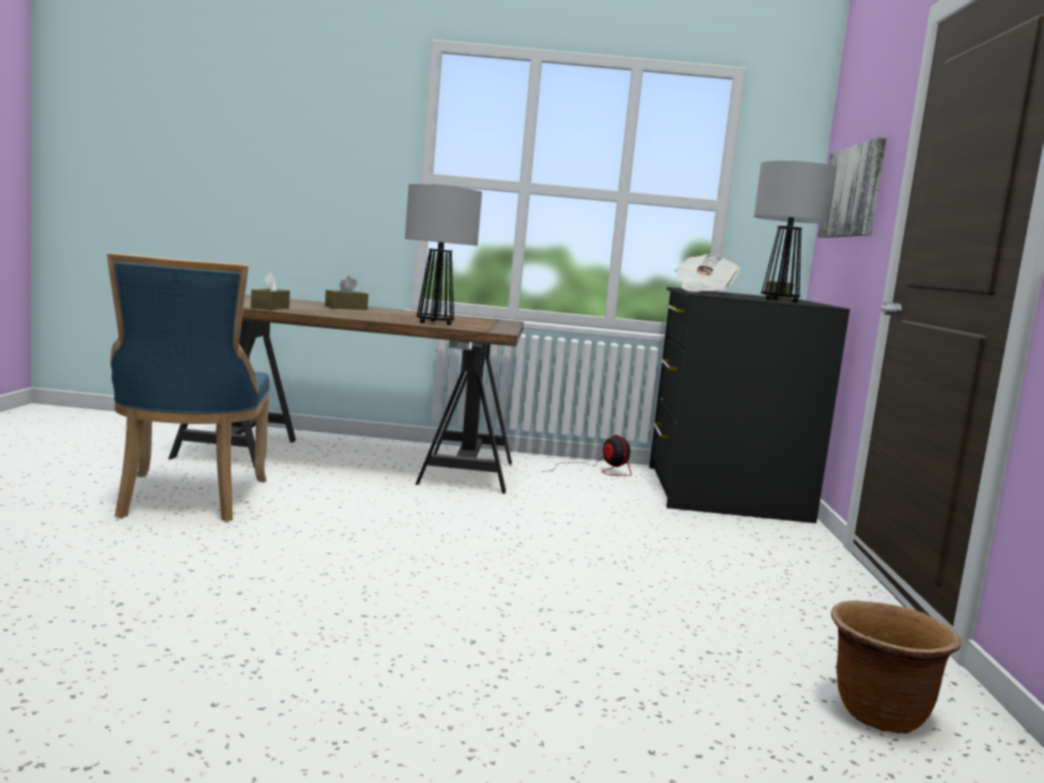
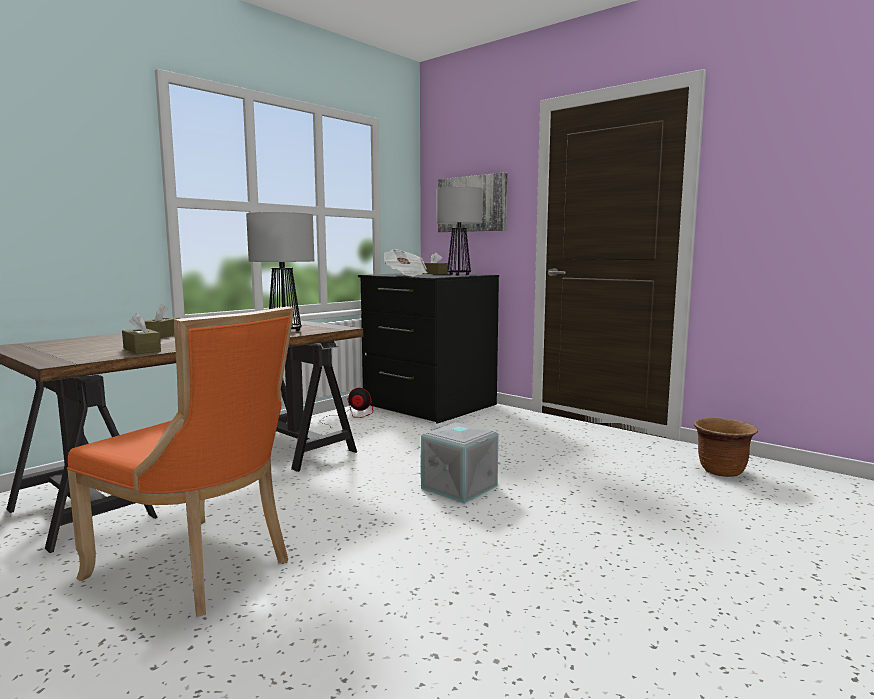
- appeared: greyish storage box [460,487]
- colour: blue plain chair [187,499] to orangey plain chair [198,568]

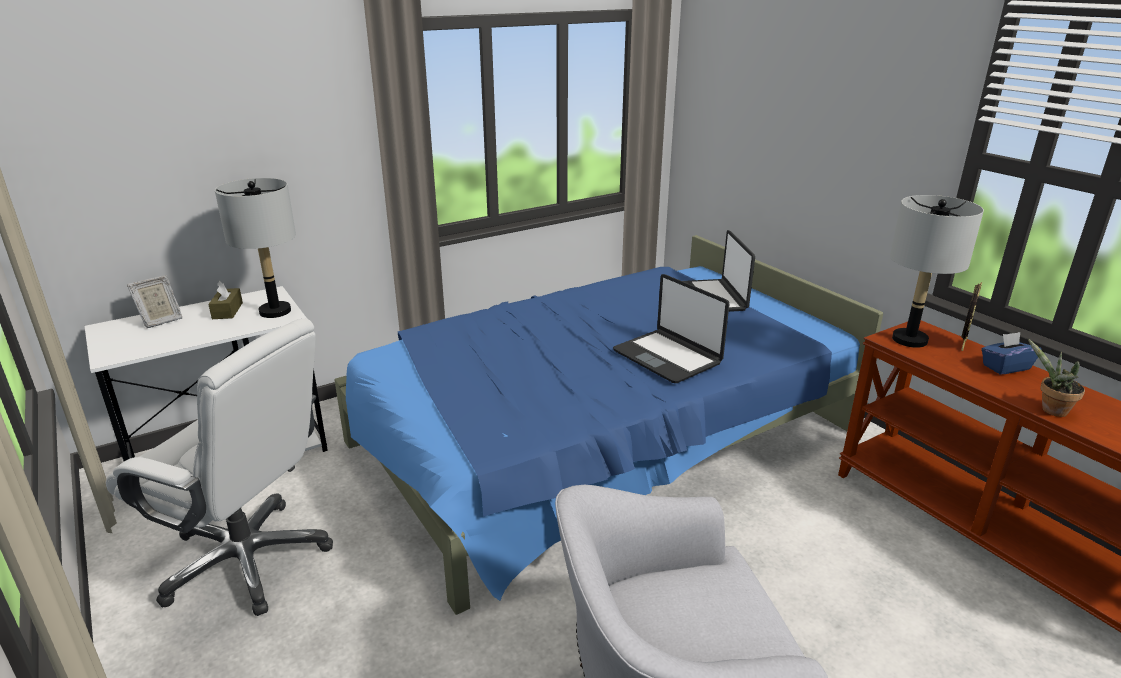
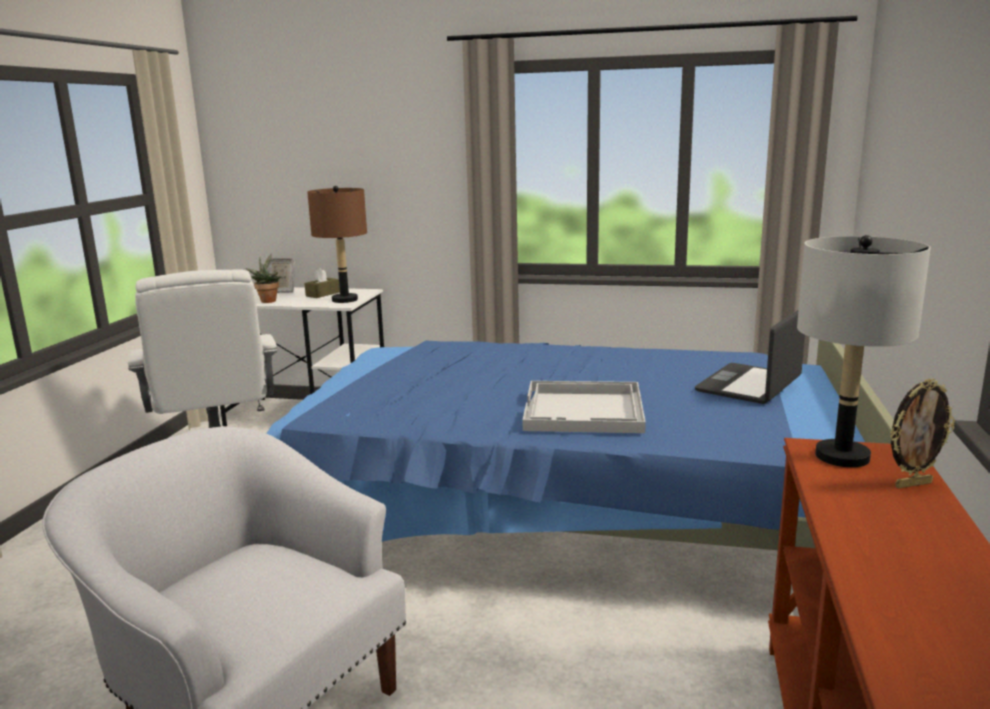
- missing: blue box of tissues [1005,367]
- relocated: potted plant [1050,410] to [268,301]
- exchanged: laptop [667,357] to white serving tray [584,410]
- colour: greyish lamp for a table [275,311] to brown lamp for a table [345,300]

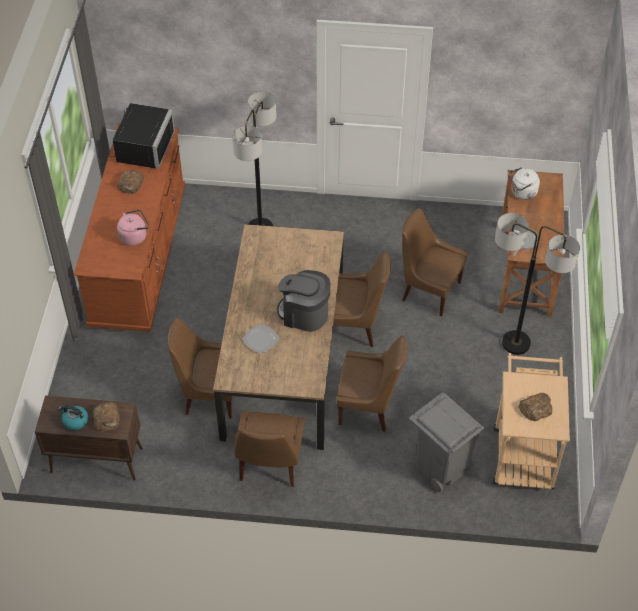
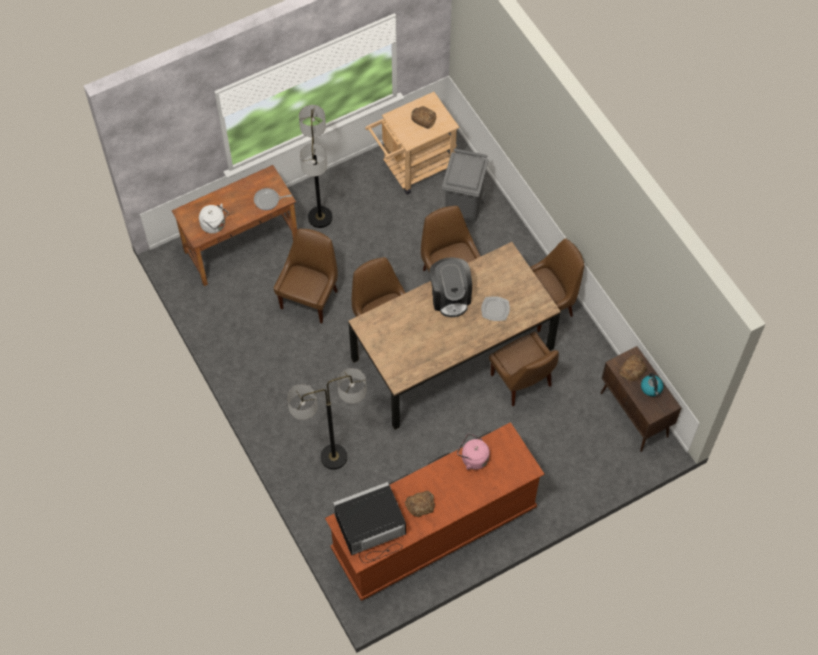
- spun: brown plain chair [429,290] = [310,298] 150 degrees counterclockwise

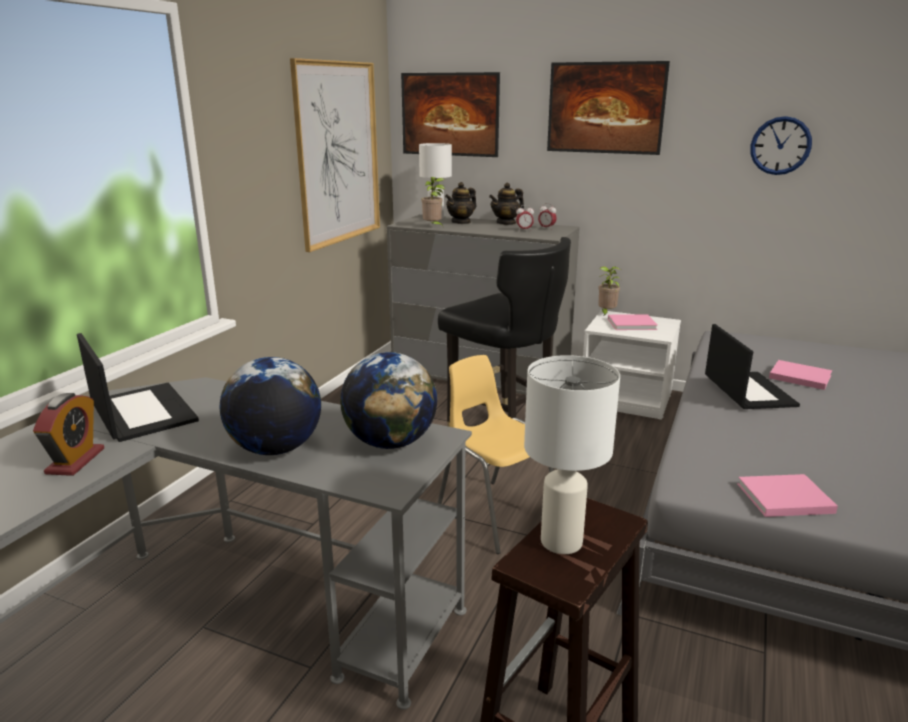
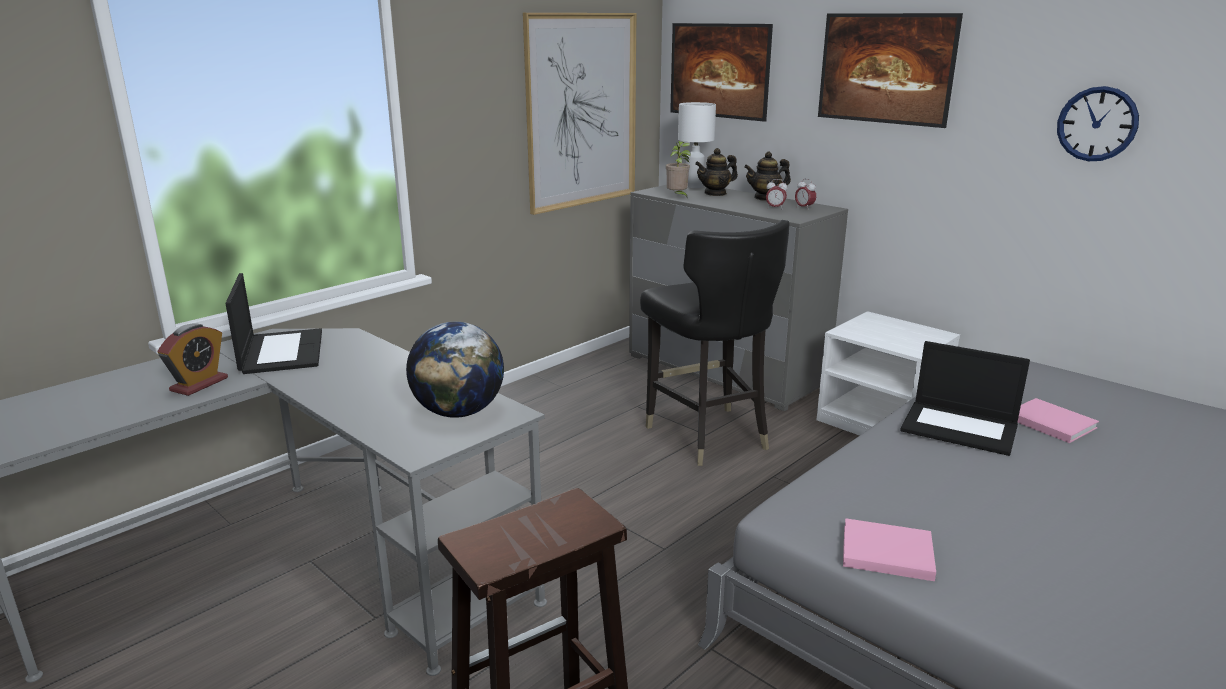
- missing: world globe [275,449]
- missing: yellow-coloured plain chair [495,514]
- missing: white lamp for a table [562,541]
- missing: potted plant [606,313]
- missing: pink-coloured bound book [633,324]
- spun: laptop [747,390] = [960,428] 105 degrees clockwise

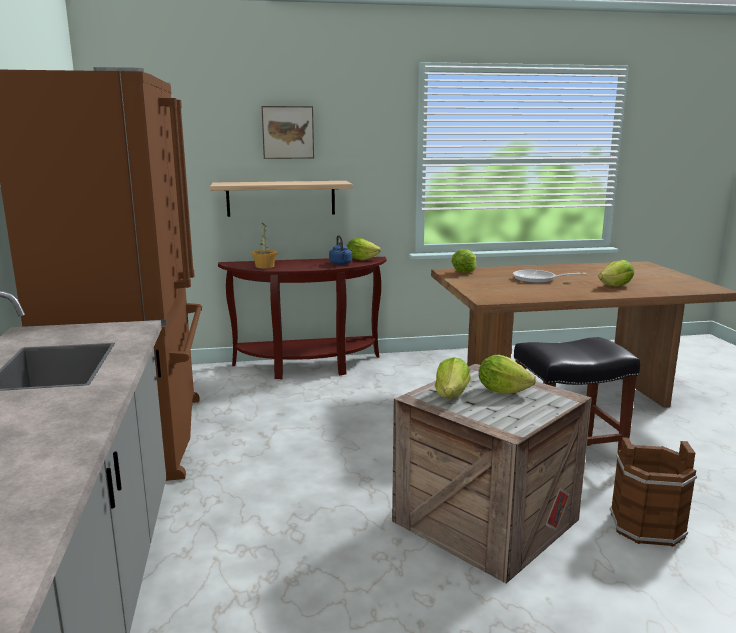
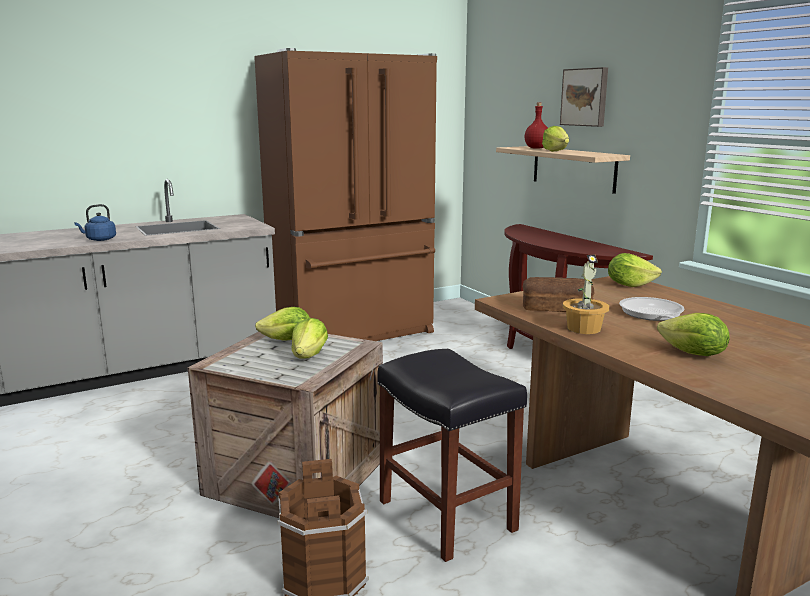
- appeared: baked bread [555,307]
- appeared: red beverage bottle [537,148]
- relocated: potted plant [264,266] to [583,328]
- relocated: blue kettle [341,264] to [99,239]
- relocated: lettuce head [361,259] to [555,151]

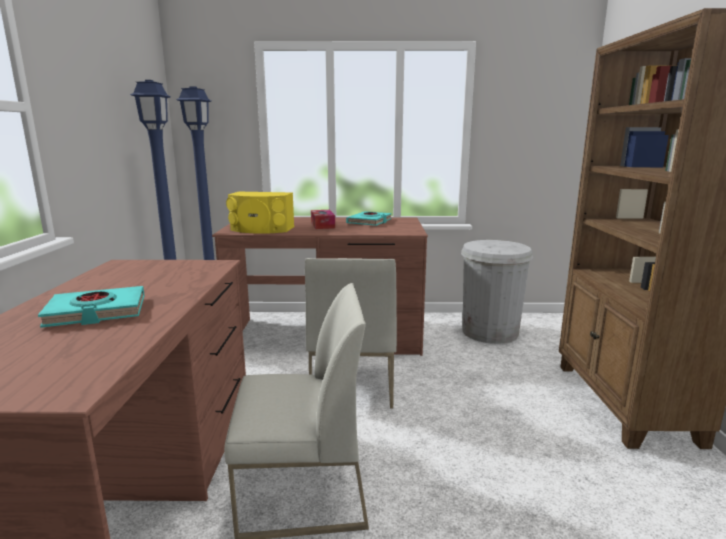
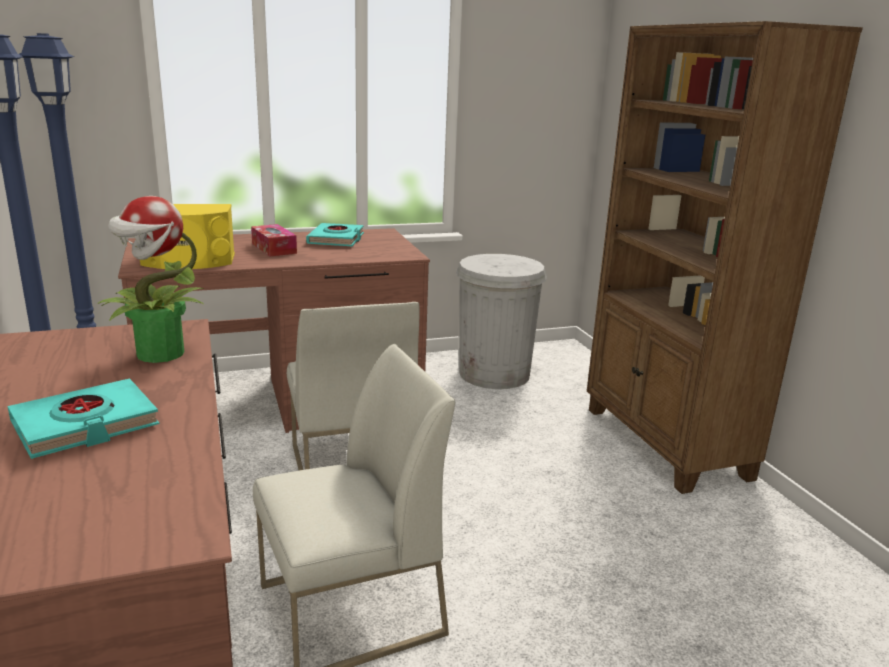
- appeared: potted plant [159,354]

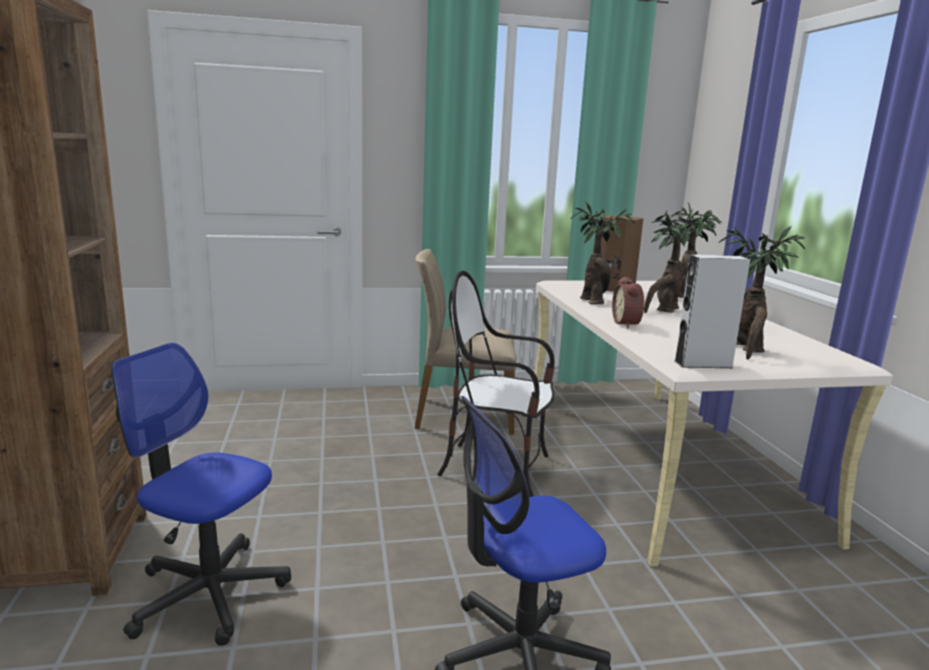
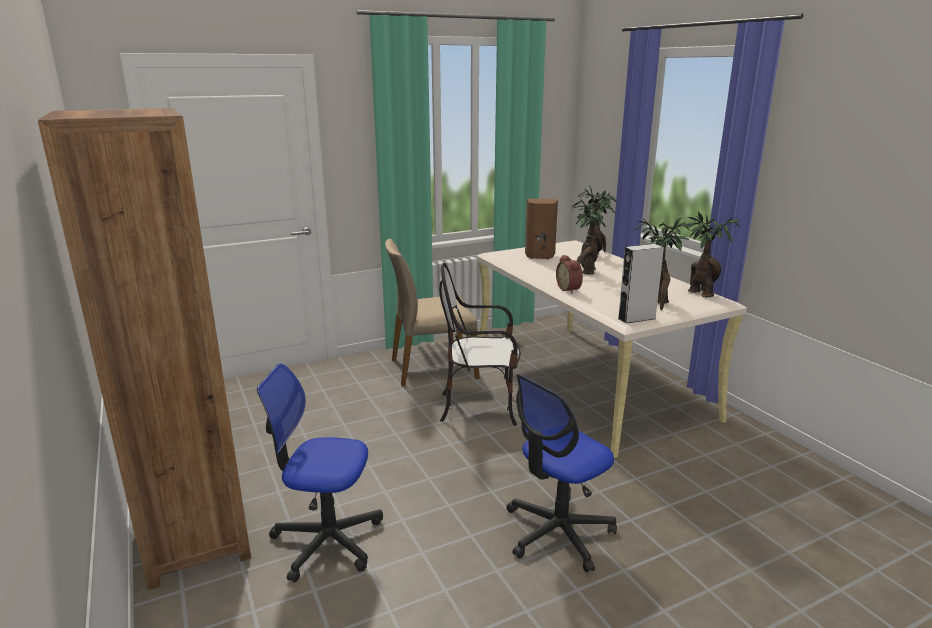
- relocated: potted plant [592,301] to [699,293]

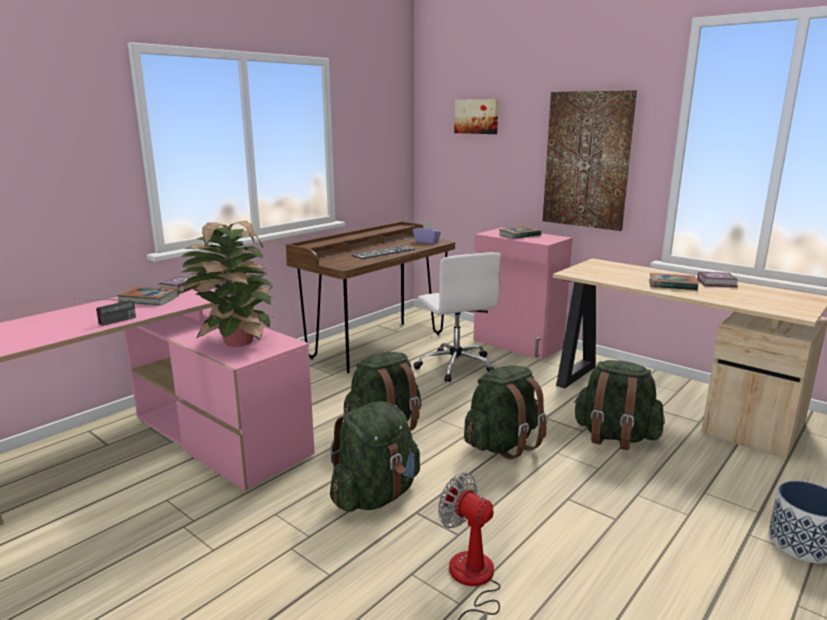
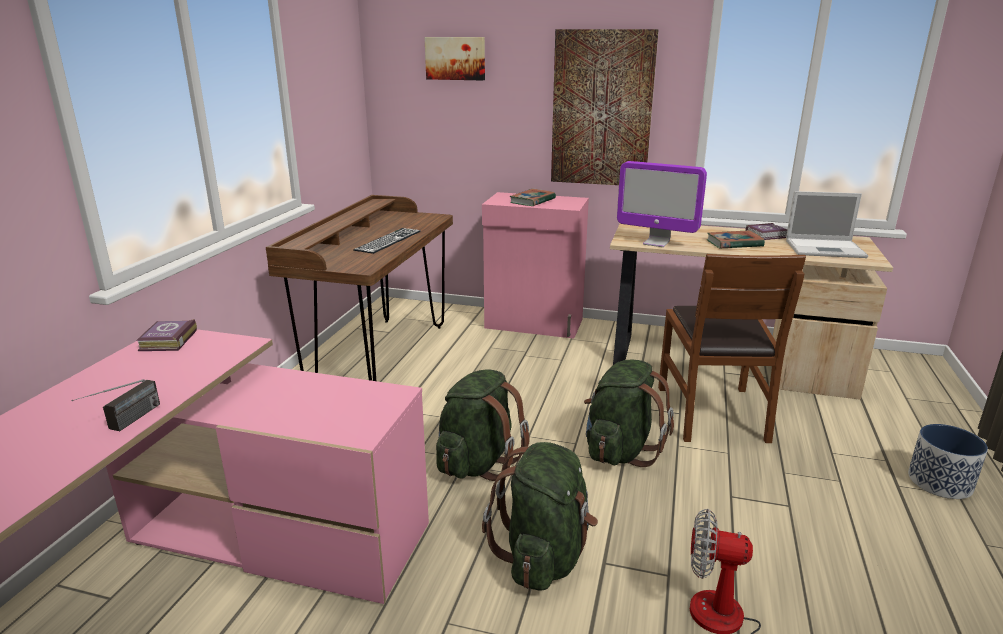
- missing: bound book [149,299]
- missing: potted plant [235,342]
- missing: purple-coloured box of tissues [426,242]
- missing: white office chair [455,366]
- appeared: monitor [656,243]
- appeared: laptop [826,249]
- exchanged: greenish rucksack [614,437] to brown plain chair [713,413]

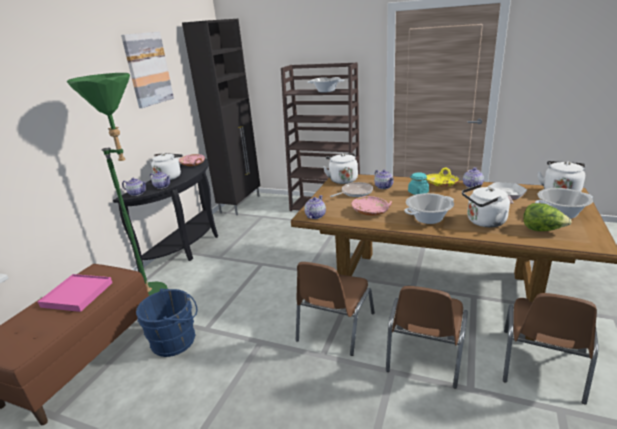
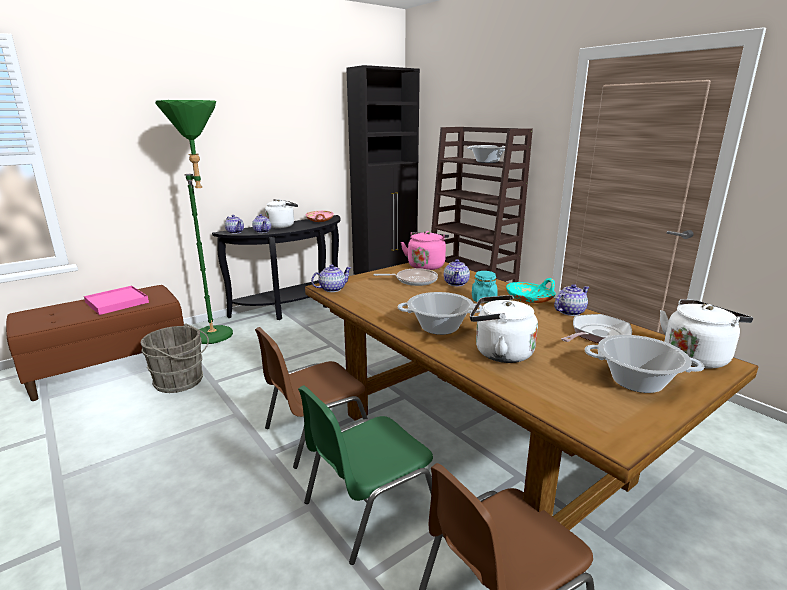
- missing: wall art [148,69]
- missing: pink-coloured bowl [371,212]
- missing: lettuce head [542,230]
- colour: blue pail [176,340] to greyish pail [181,381]
- colour: white kettle [342,179] to pink-coloured kettle [426,265]
- colour: brown plain chair [424,354] to greenish plain chair [368,508]
- colour: yellow-coloured bowl [441,184] to blue-green bowl [530,300]

